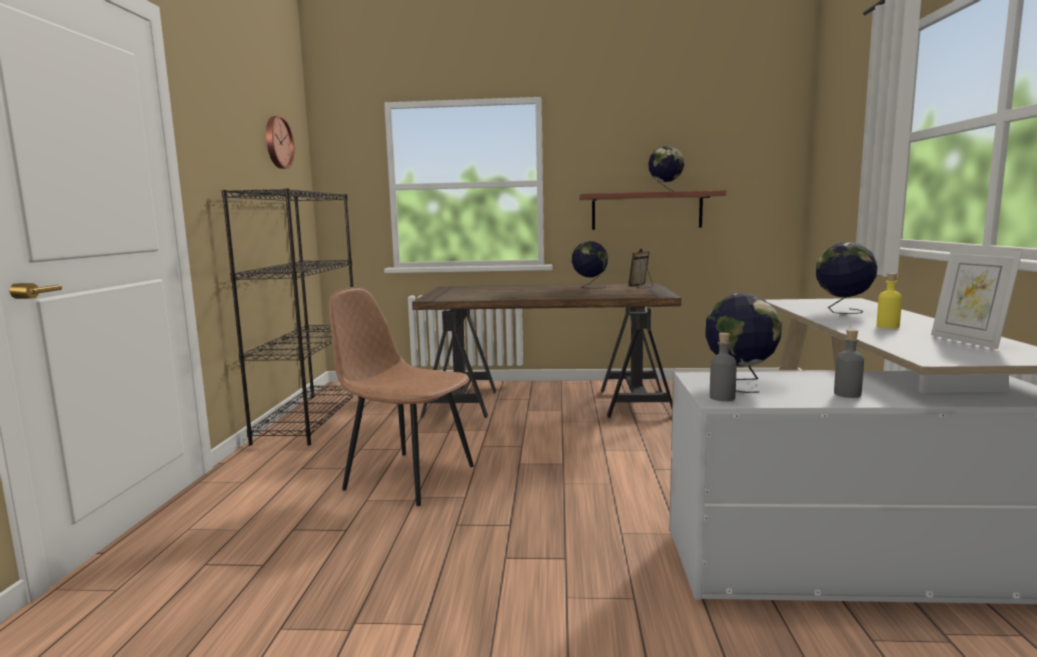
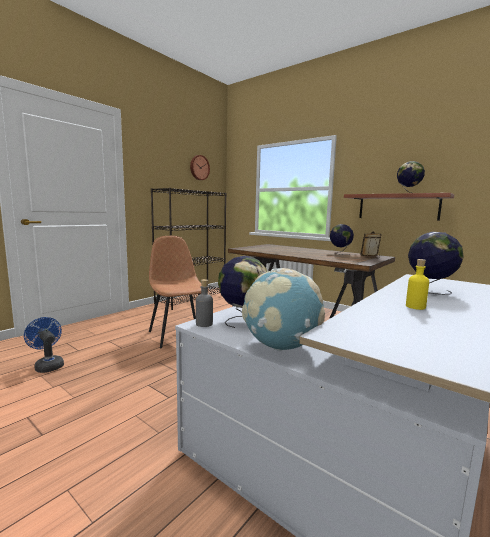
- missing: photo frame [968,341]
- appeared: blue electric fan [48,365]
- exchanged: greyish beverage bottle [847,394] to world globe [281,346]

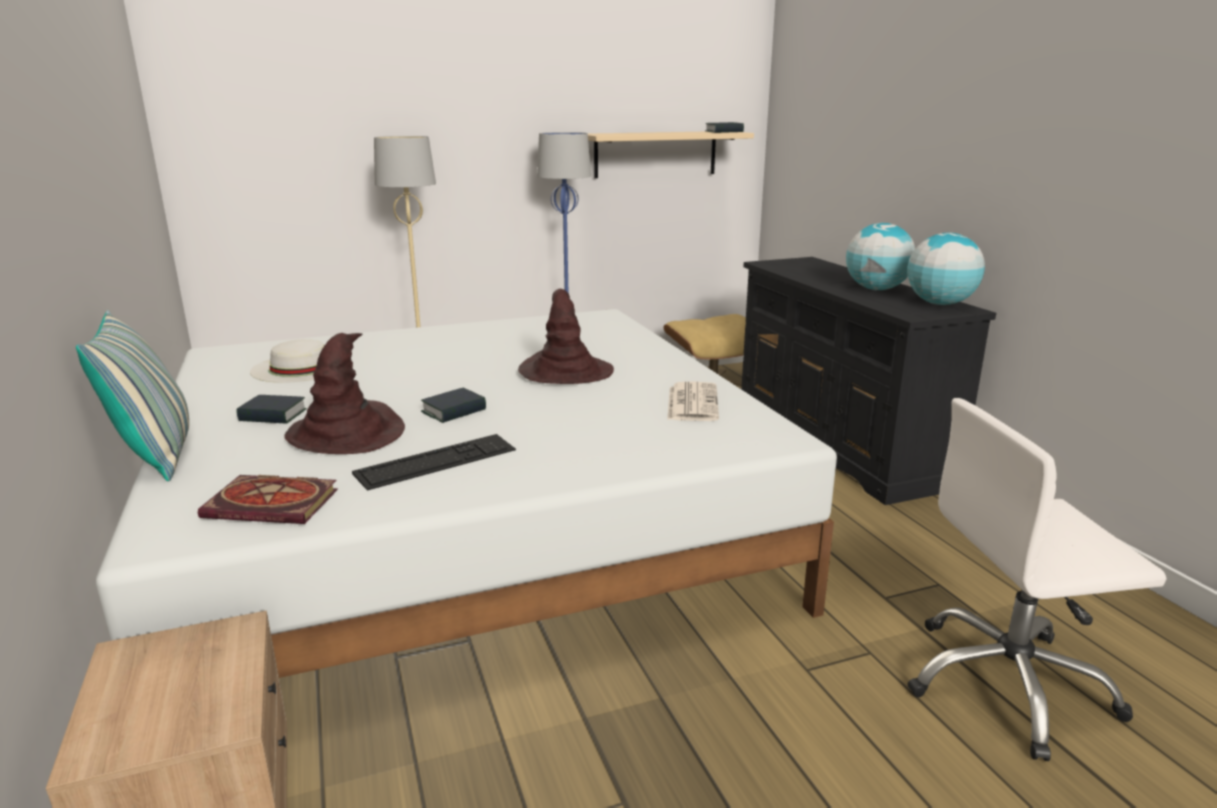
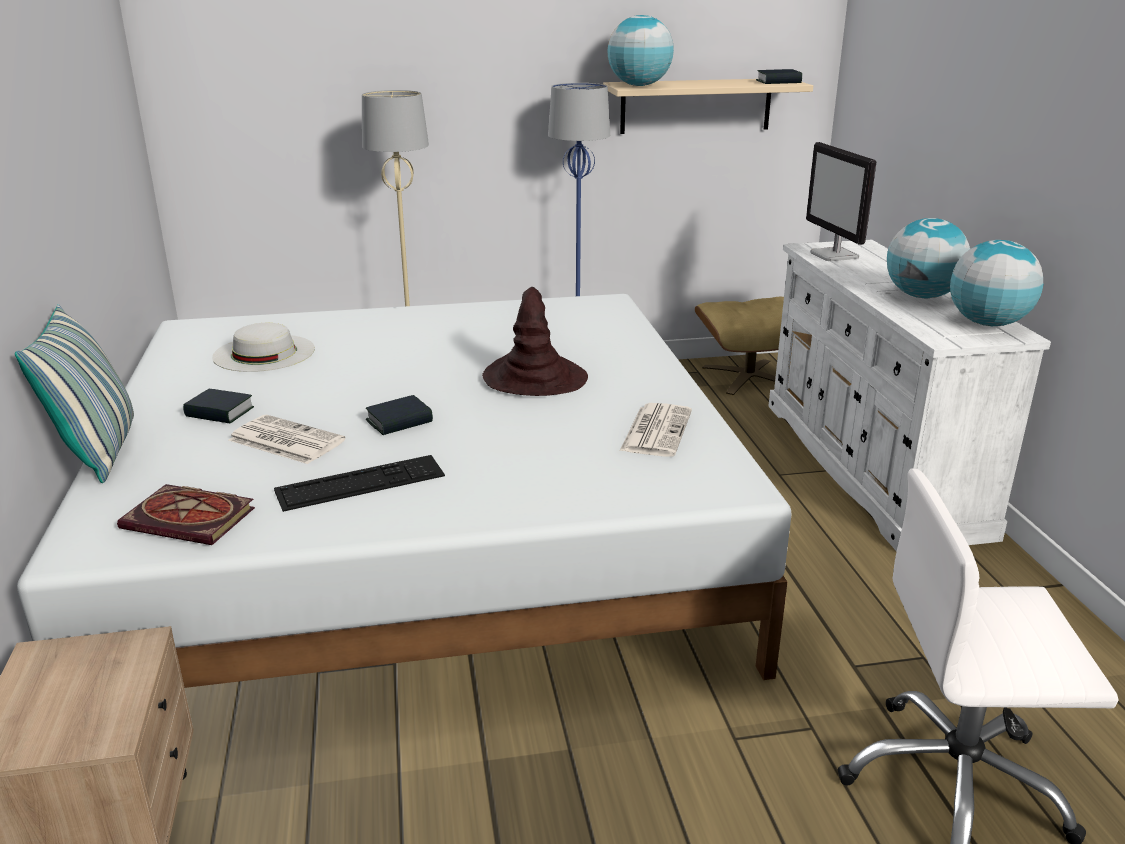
- appeared: world globe [639,85]
- appeared: monitor [835,255]
- exchanged: brown clothing hat [347,433] to daily paper [284,440]
- colour: black-coloured chest of drawers [837,441] to white chest of drawers [871,466]

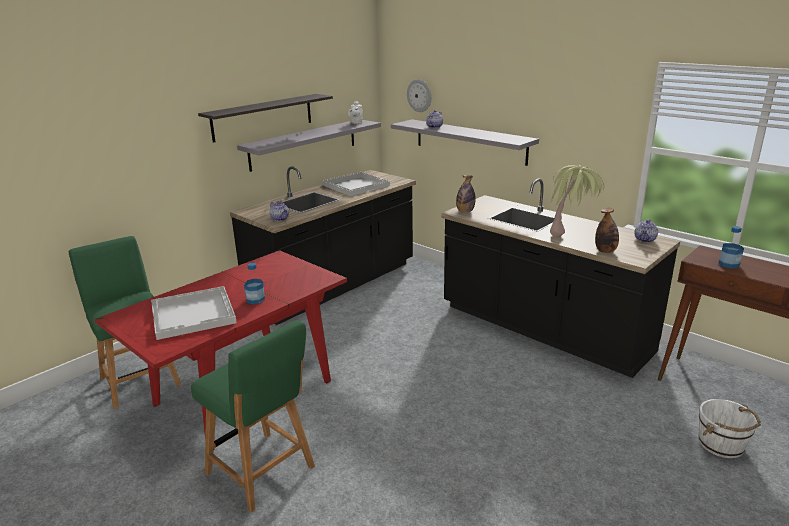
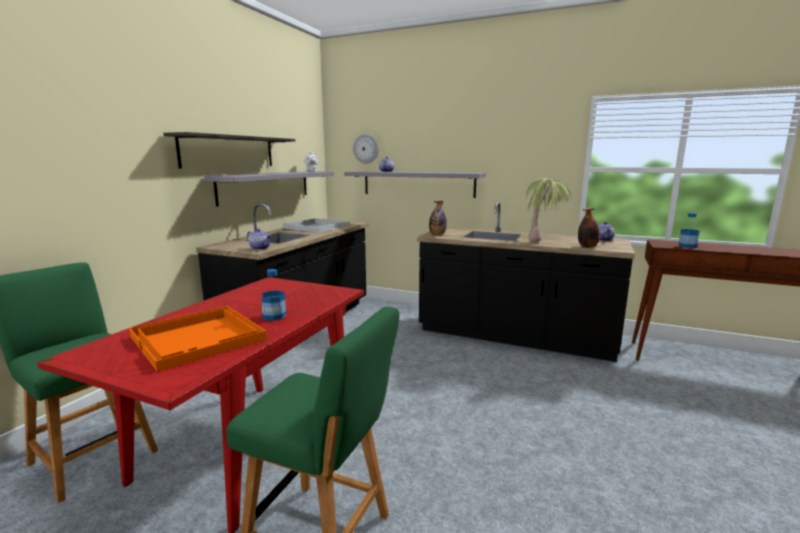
- missing: white pail [722,444]
- colour: white serving tray [194,314] to orangey serving tray [199,338]

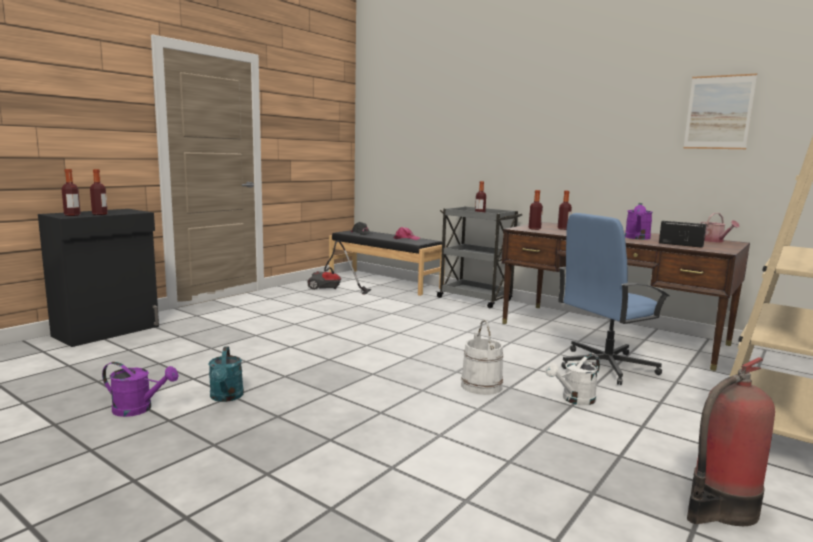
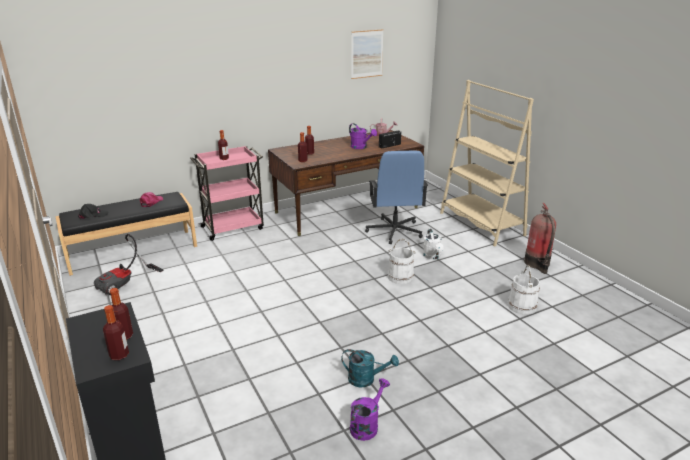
- appeared: white pail [522,306]
- colour: greyish wheeled cart [475,299] to pink-coloured wheeled cart [233,227]

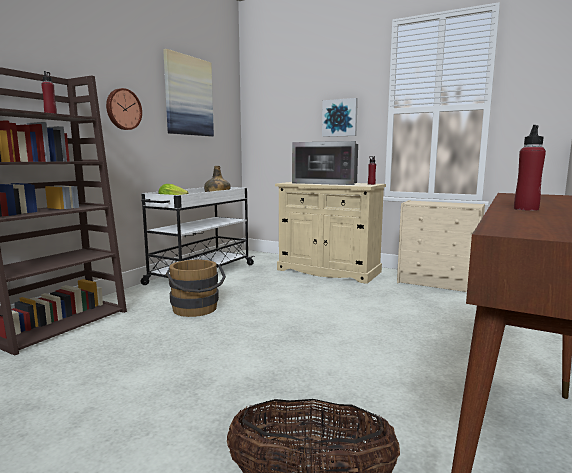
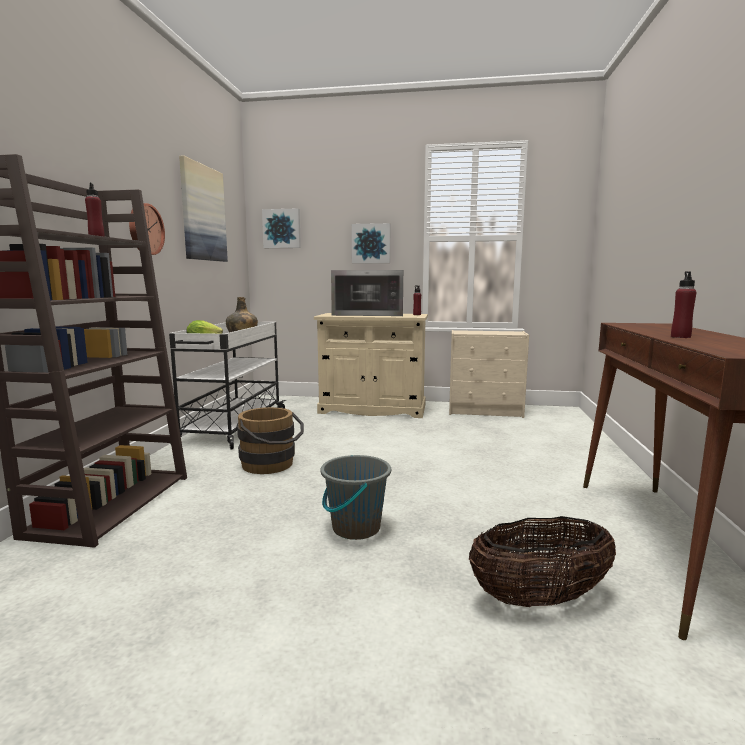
- appeared: wall art [282,229]
- appeared: greyish pail [355,528]

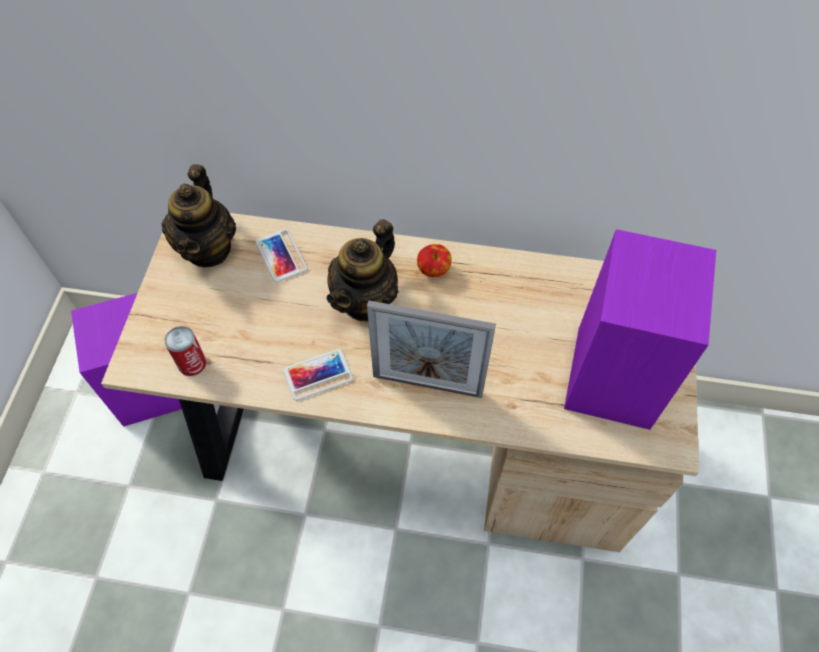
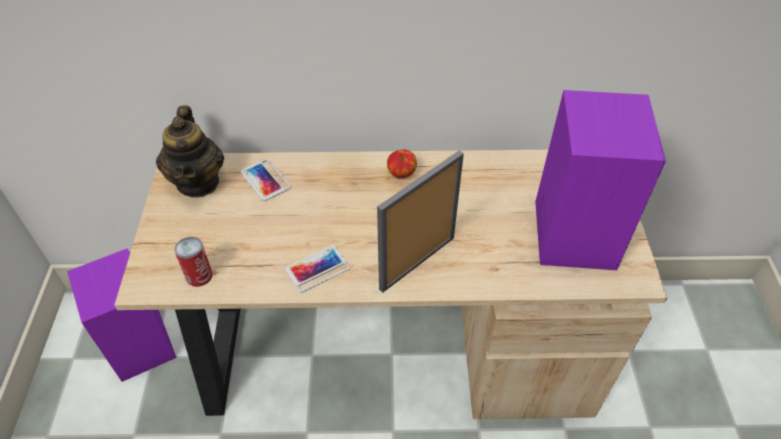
- missing: teapot [366,300]
- spun: photo frame [427,385] = [417,263] 135 degrees clockwise

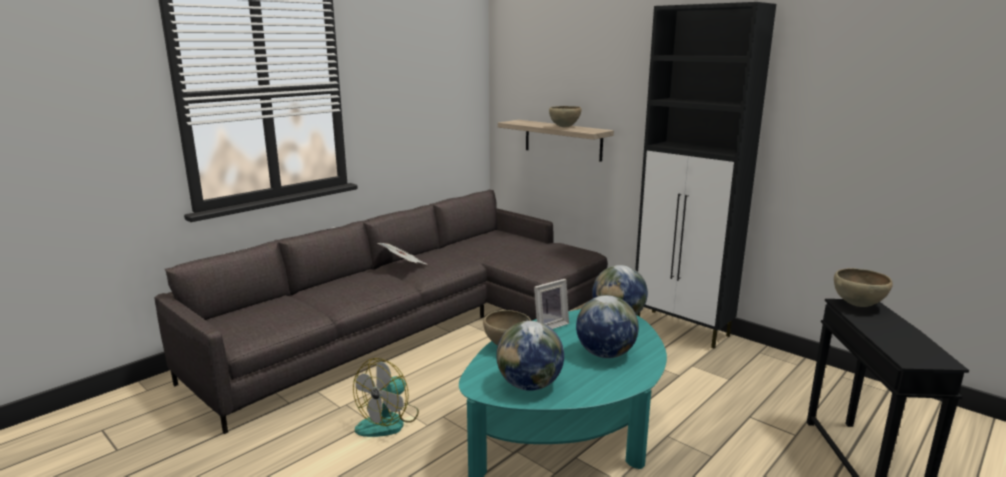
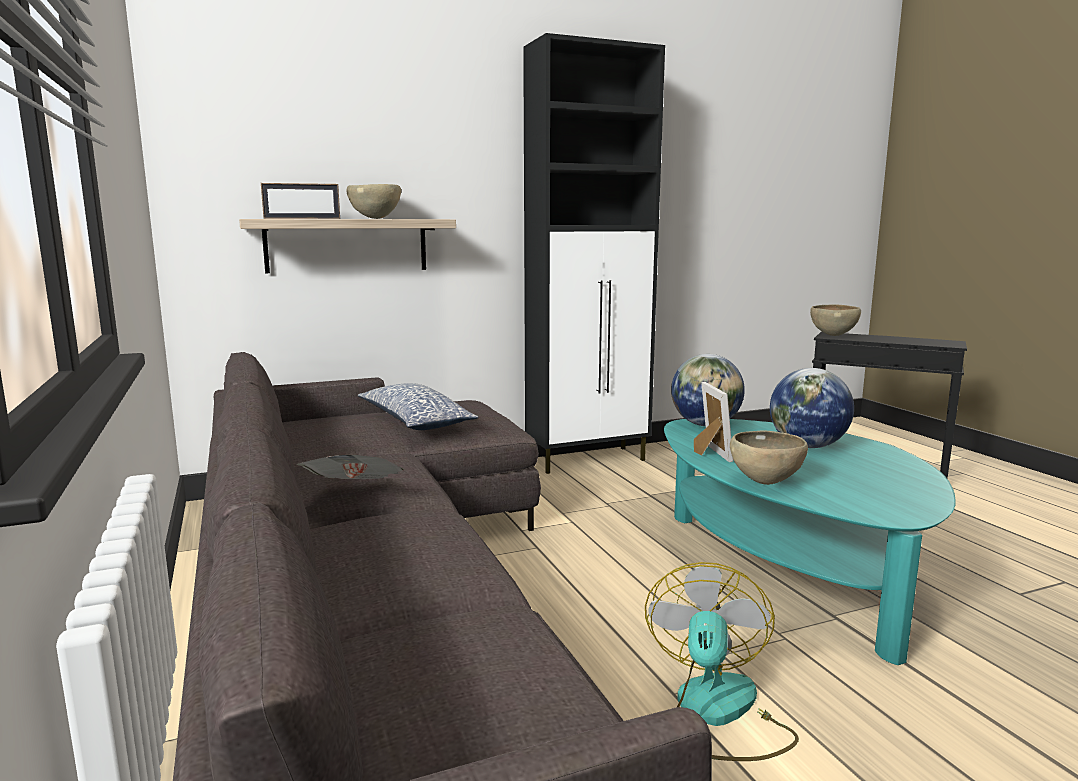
- missing: world globe [529,385]
- appeared: photo frame [302,218]
- appeared: throw pillow [414,422]
- spun: electric fan [388,421] = [718,714] 135 degrees counterclockwise

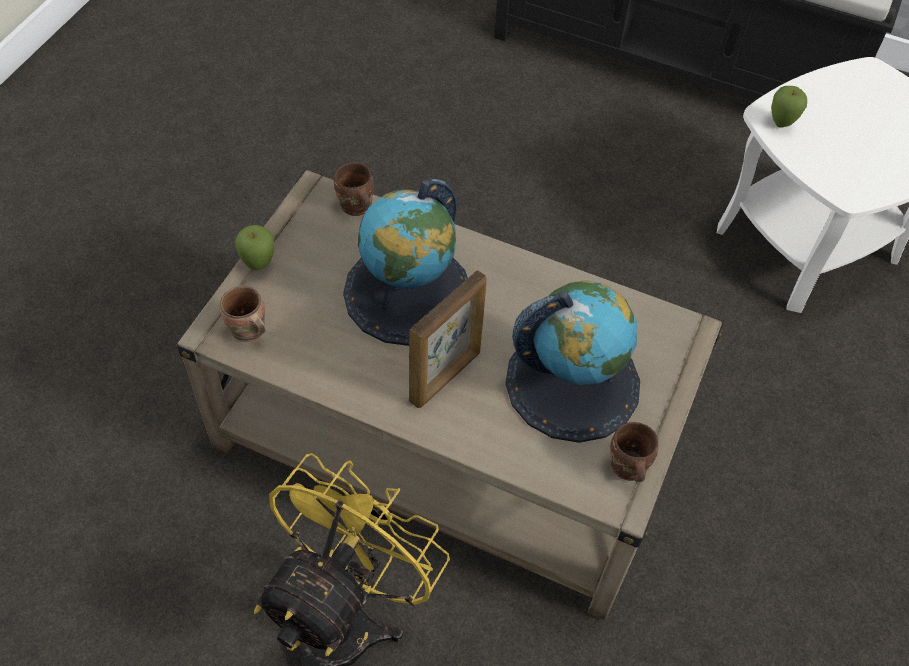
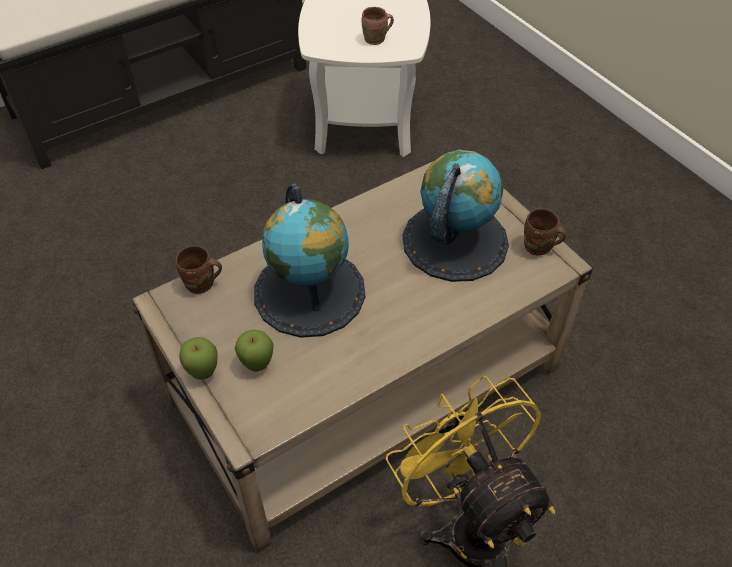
- missing: photo frame [446,376]
- relocated: brown tea mug [247,332] to [376,40]
- relocated: apple fruit [781,123] to [257,366]

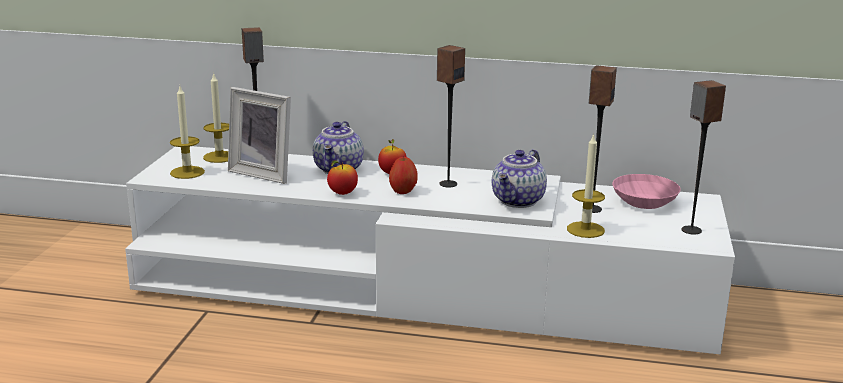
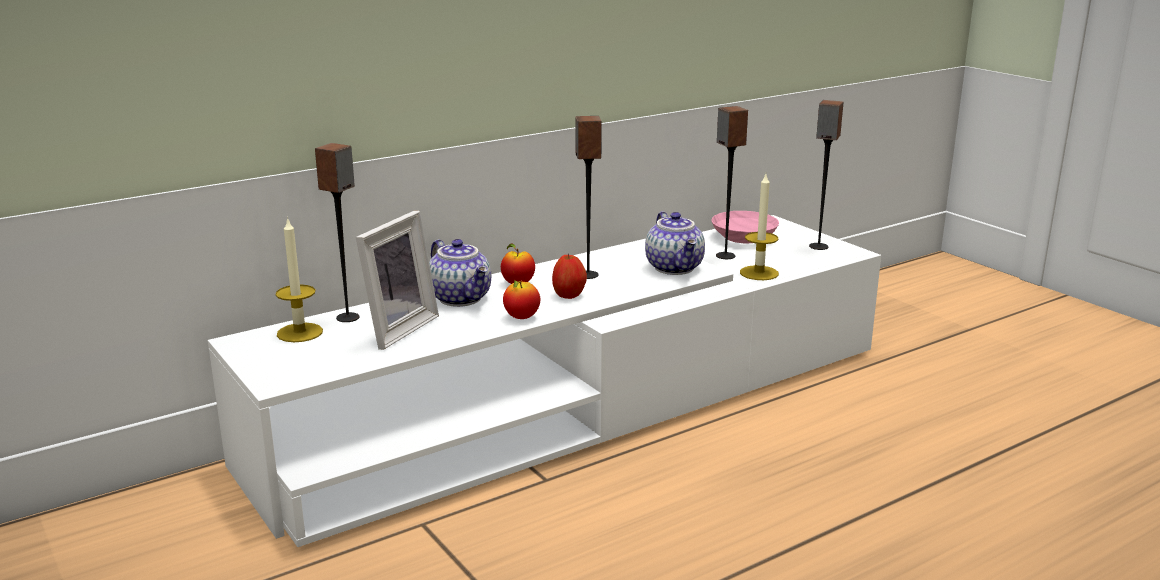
- missing: wax light [187,172]
- spun: photo frame [264,173] = [395,329] 45 degrees counterclockwise

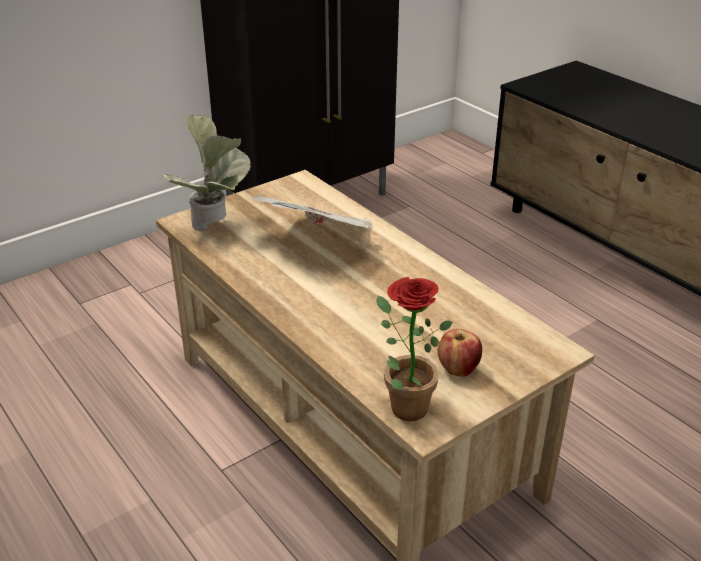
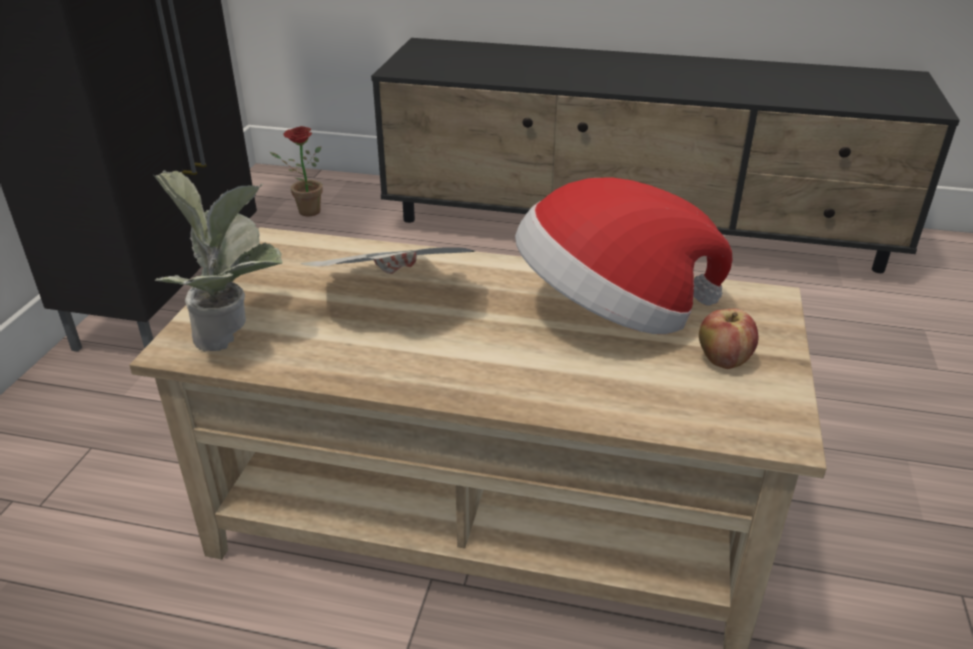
- appeared: clothing hat [610,313]
- relocated: potted plant [402,404] to [304,211]

